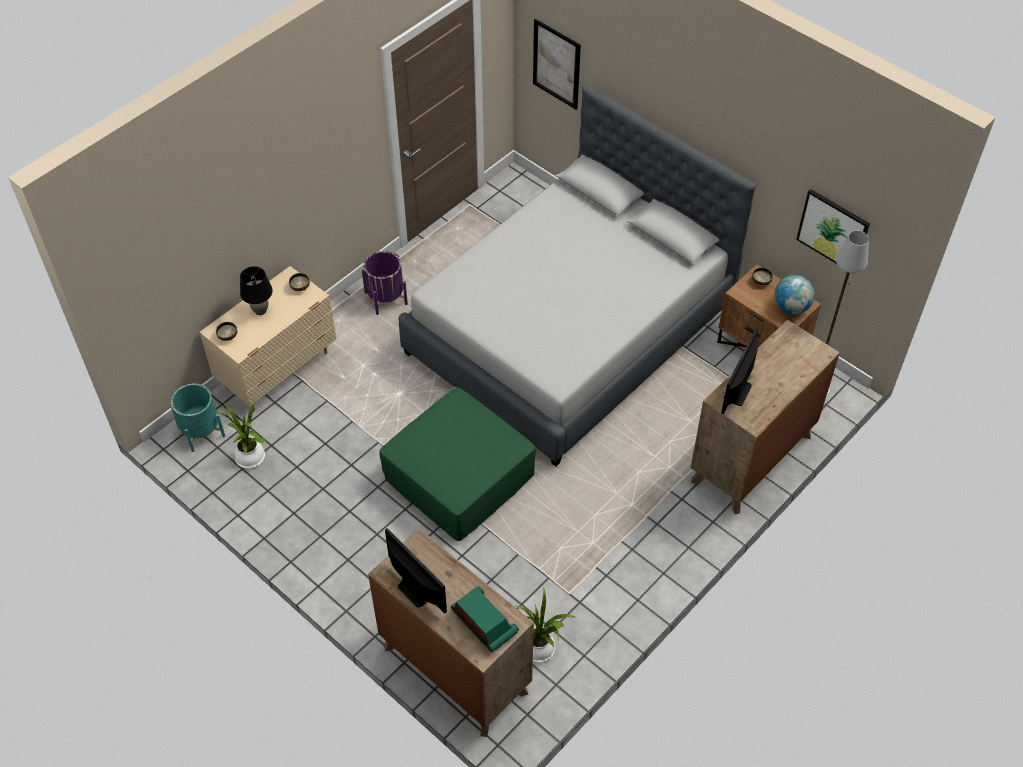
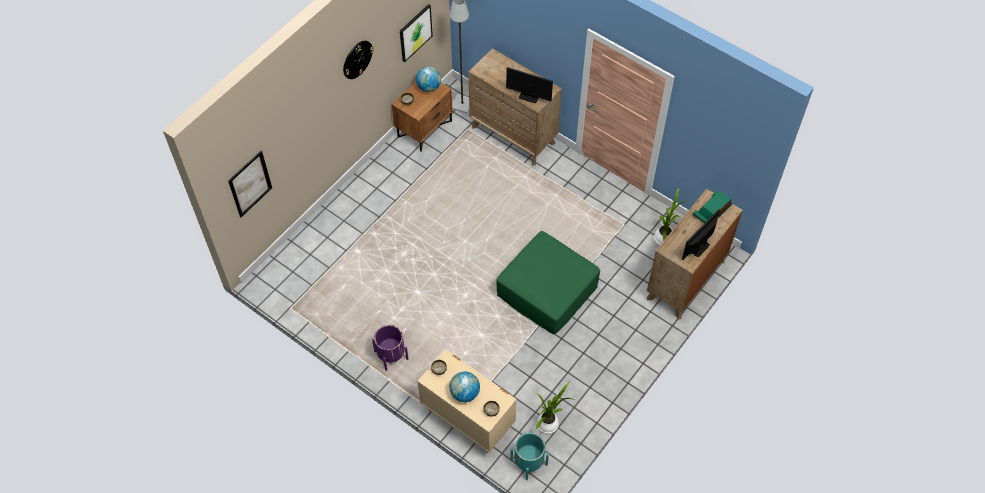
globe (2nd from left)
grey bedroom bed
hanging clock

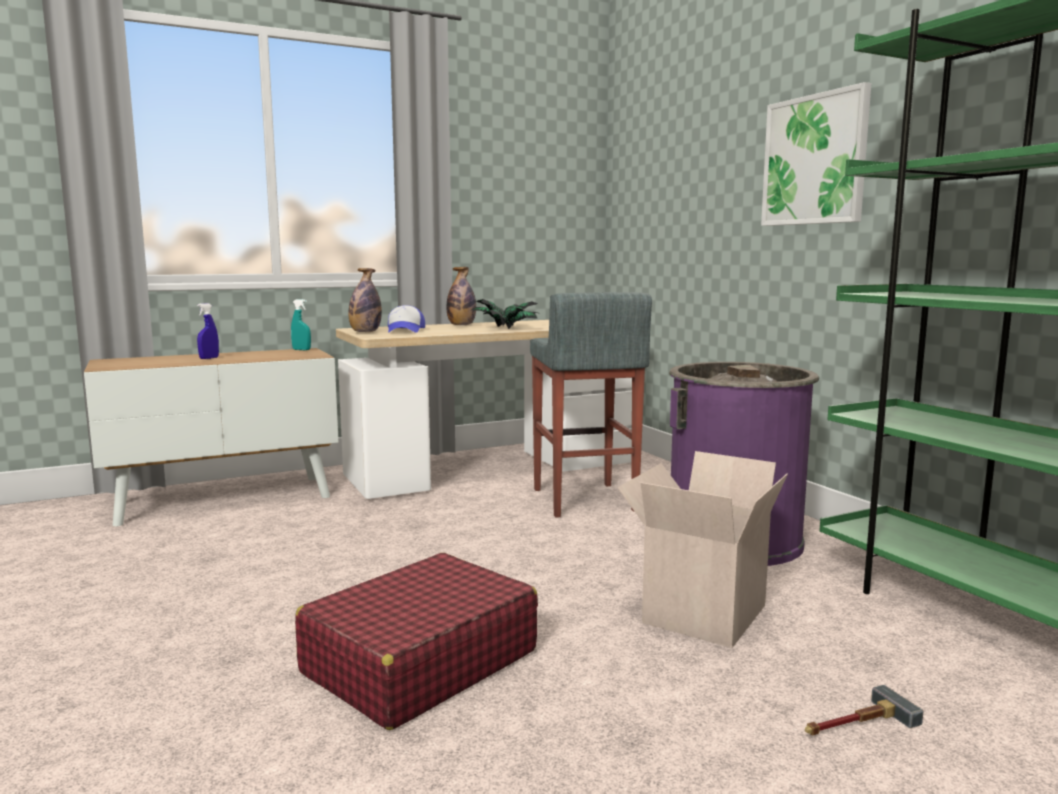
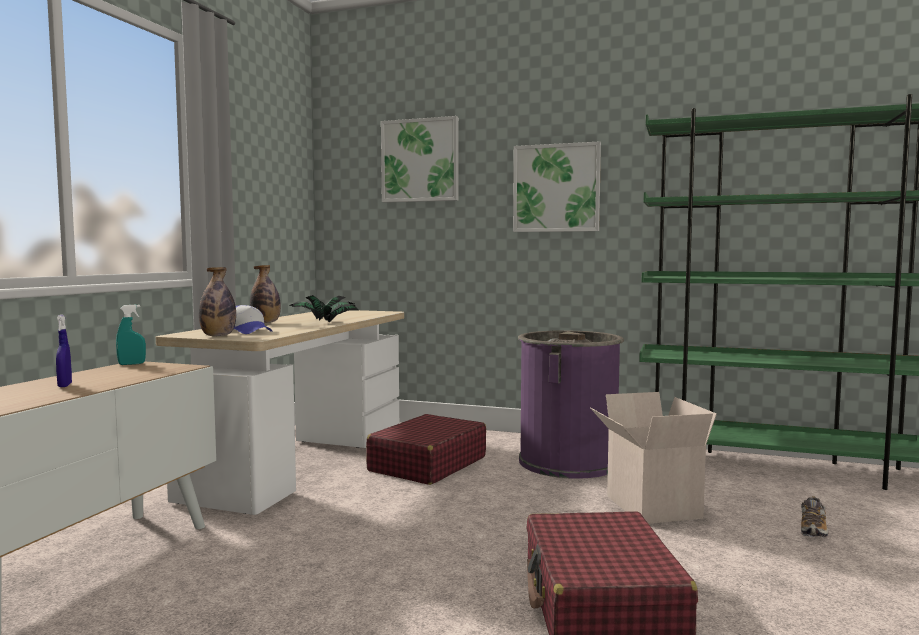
red piece of luggage (1st from left)
low shoe
wall picture (1st from left)

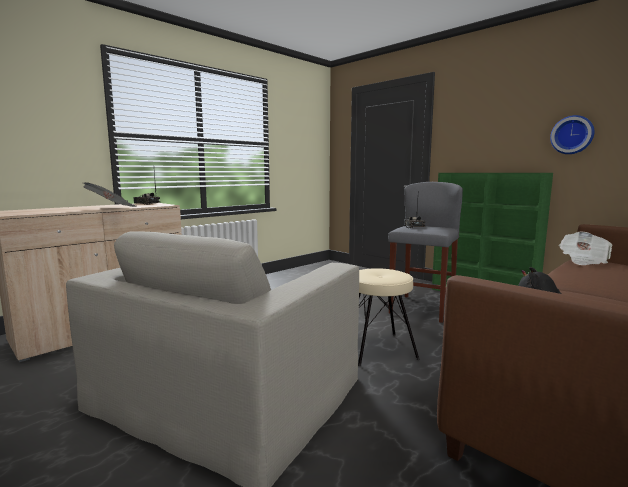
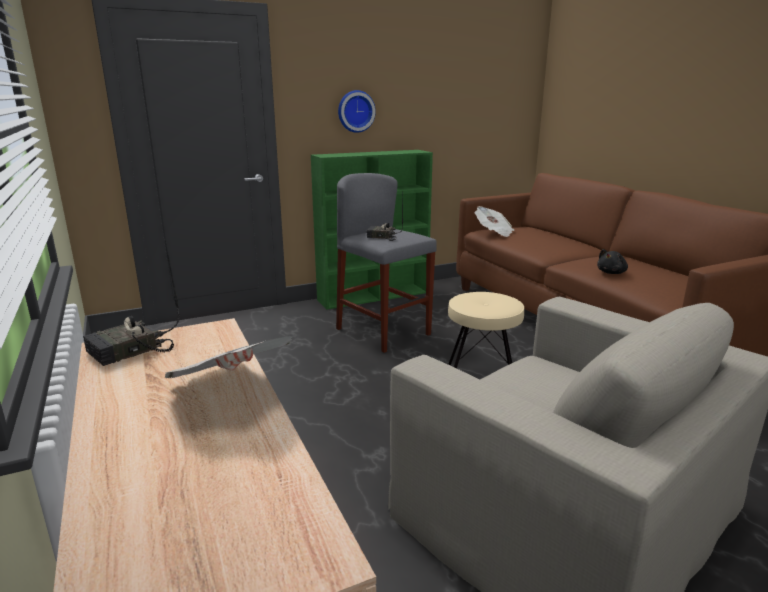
hanging clock

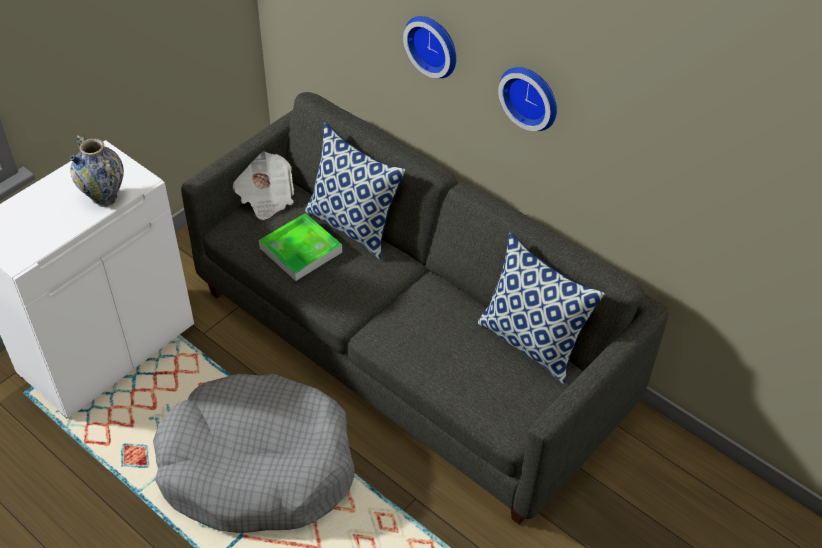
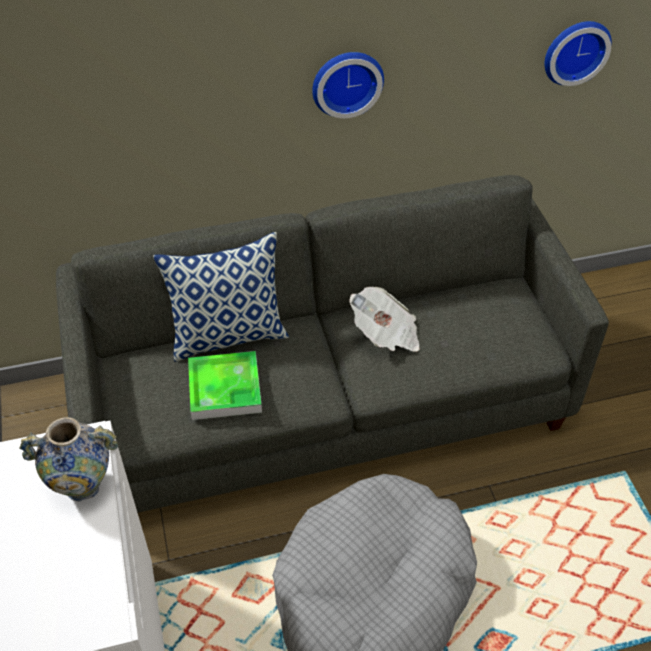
newspaper
hanging clock (2nd from left)
pillow (2nd from left in the first image)

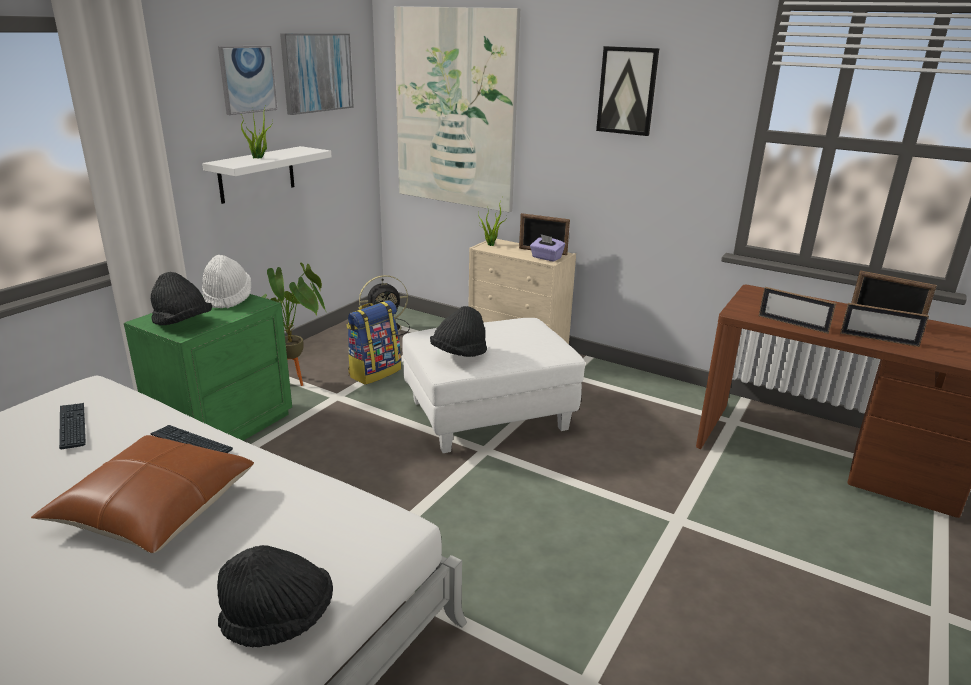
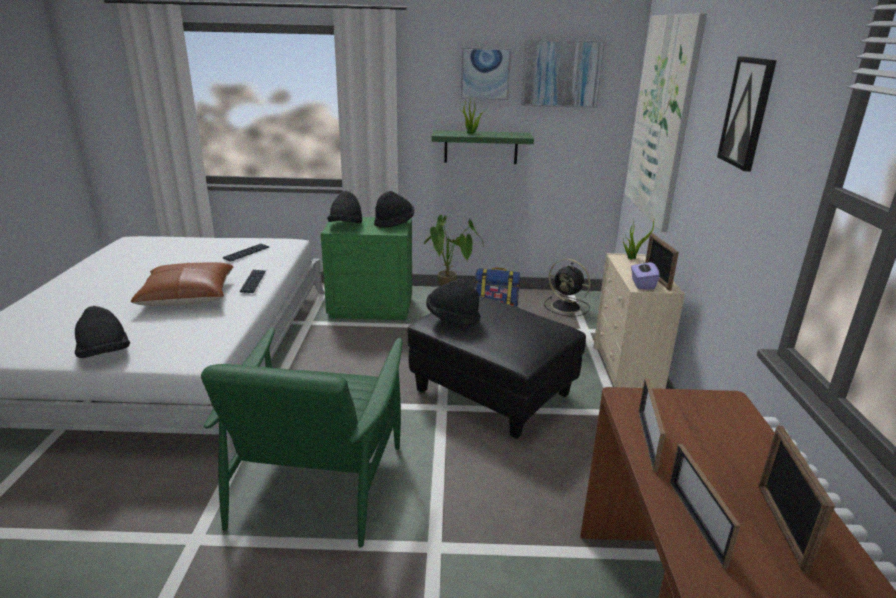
greenish wall shelf
black-coloured wearable hat (3rd from left)
black-coloured ottoman
greenish armchair

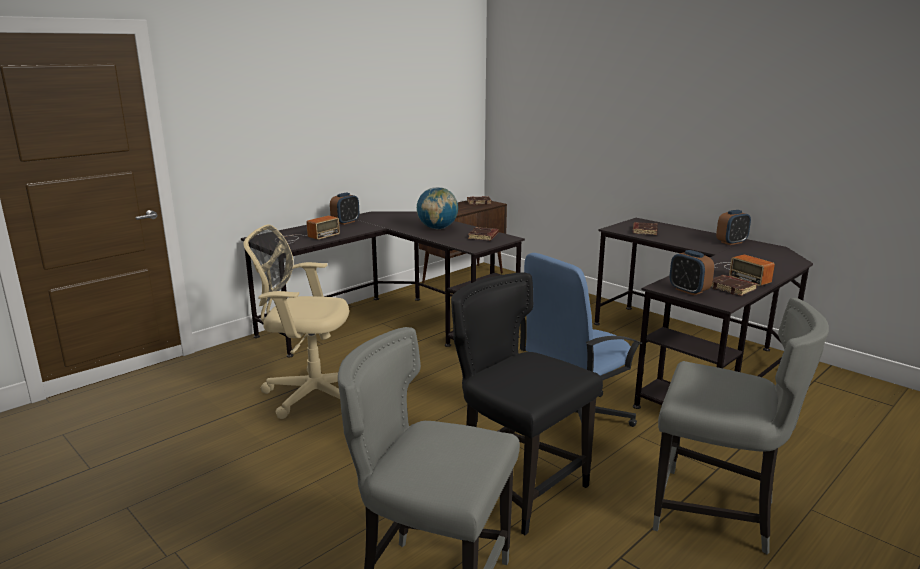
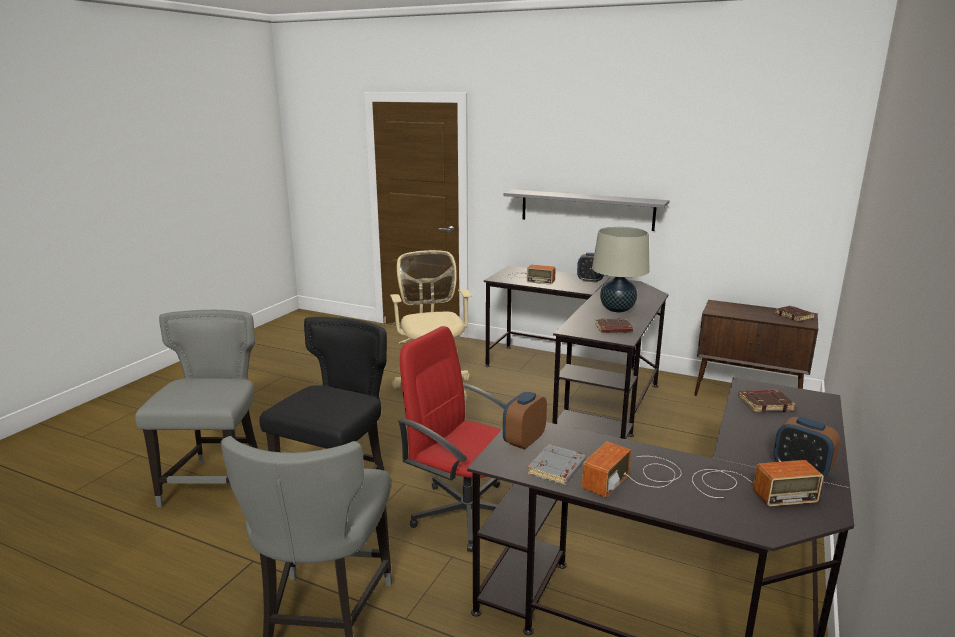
beige-coloured table lamp
red desk chair
grey bound book
grey wall shelf
radio (3rd from left)

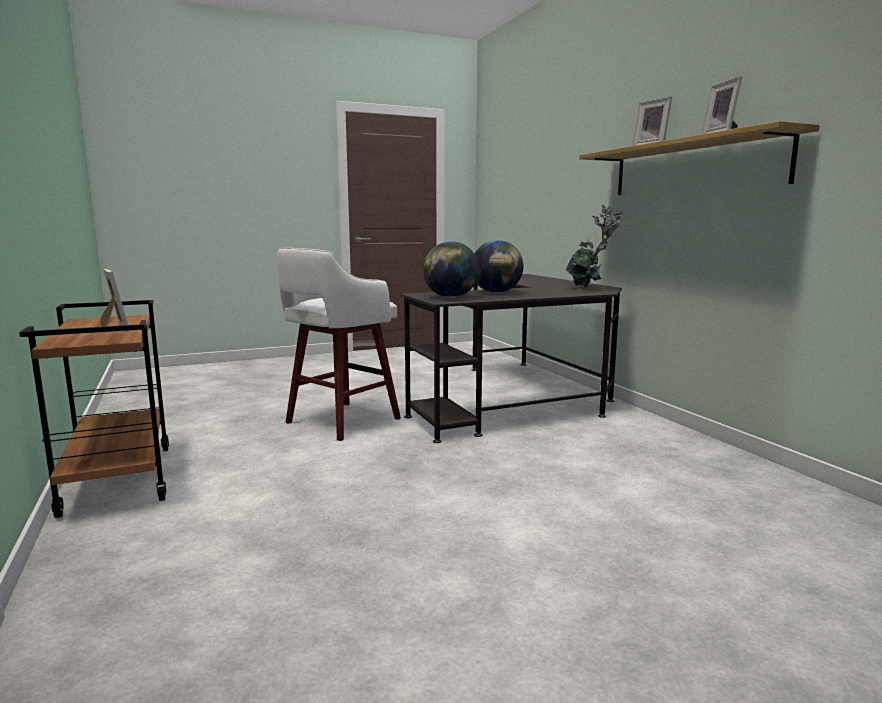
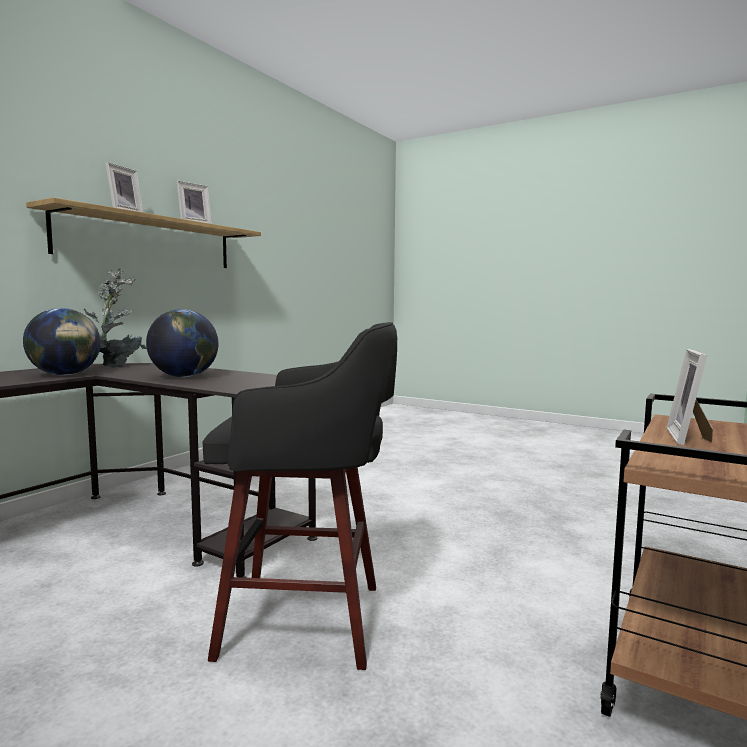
black-coloured stool
globe (1st from left)

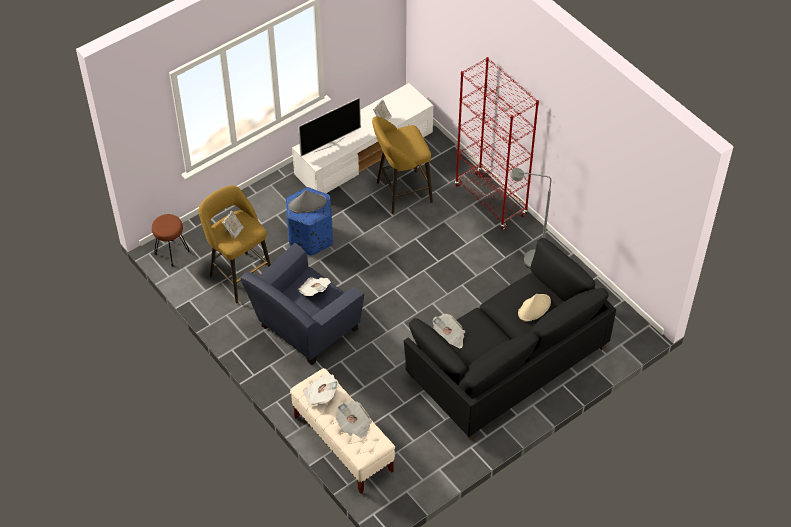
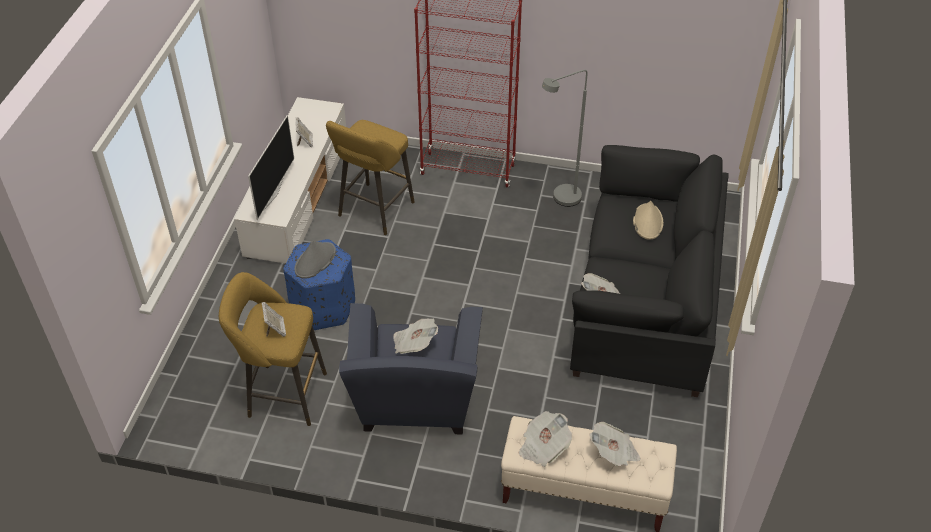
brownish stool

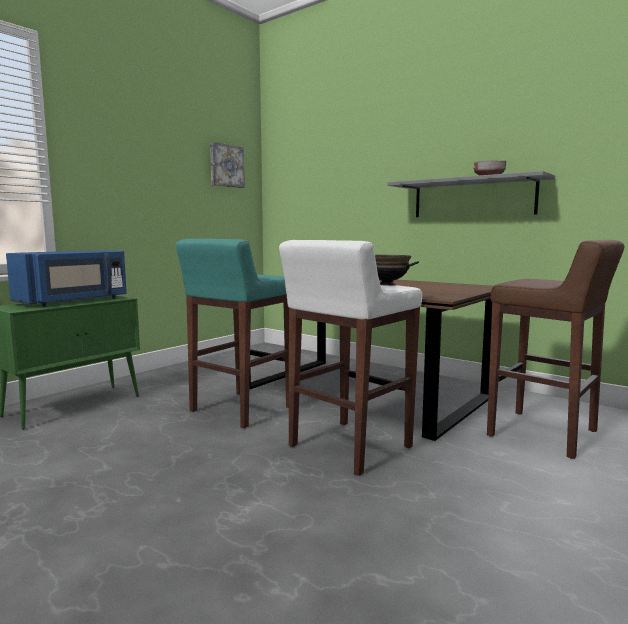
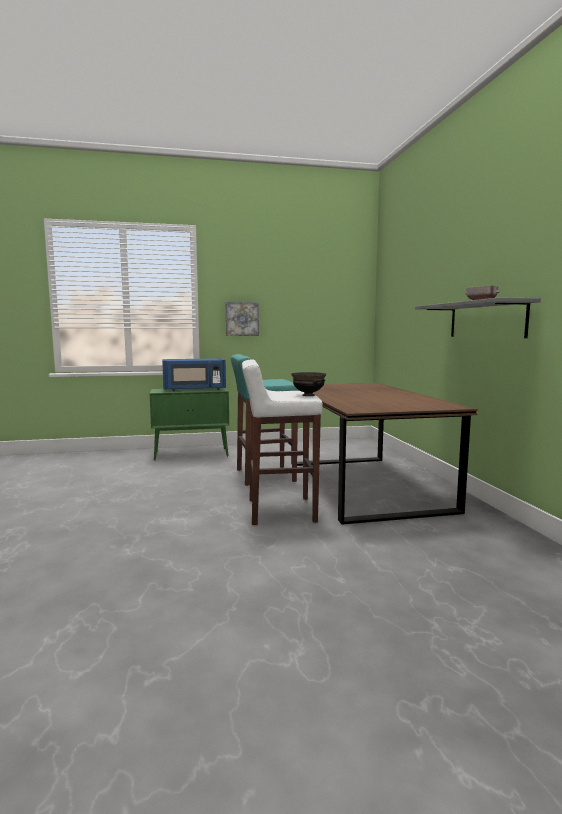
wall picture
brownish stool

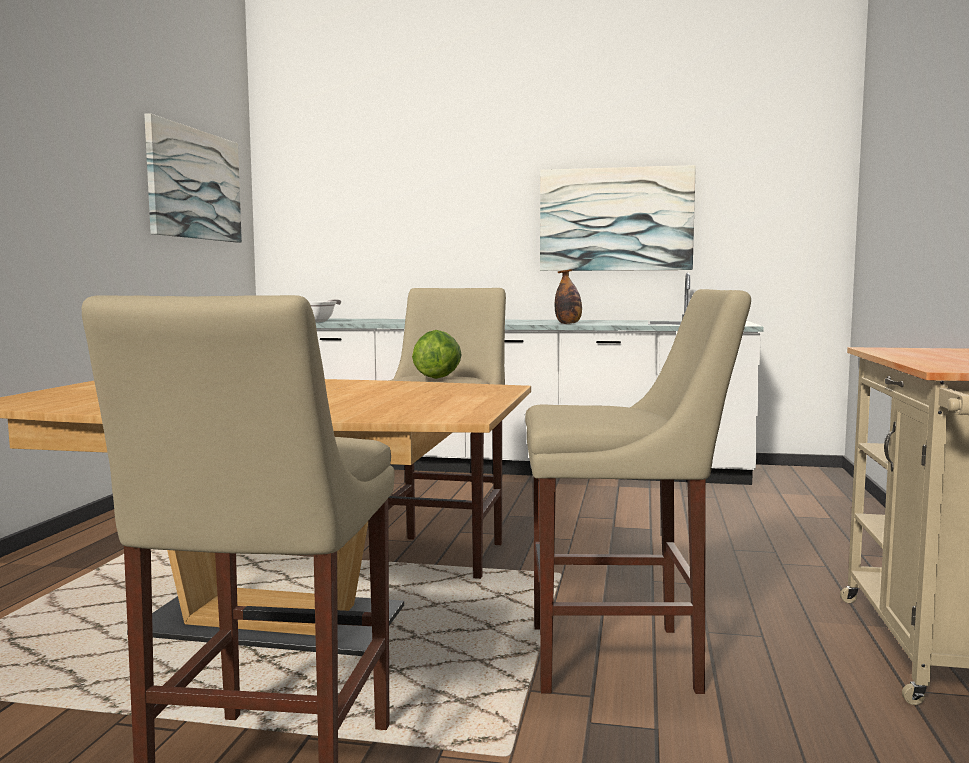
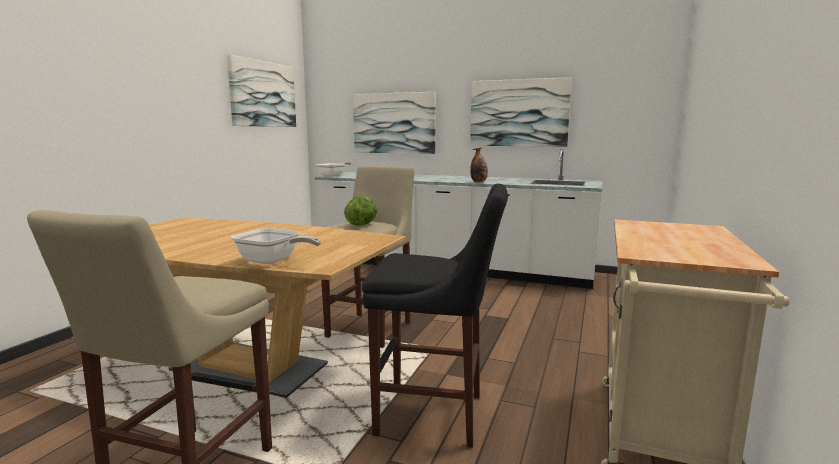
black-coloured stool
skillet (1st from left)
wall picture (2nd from left)

